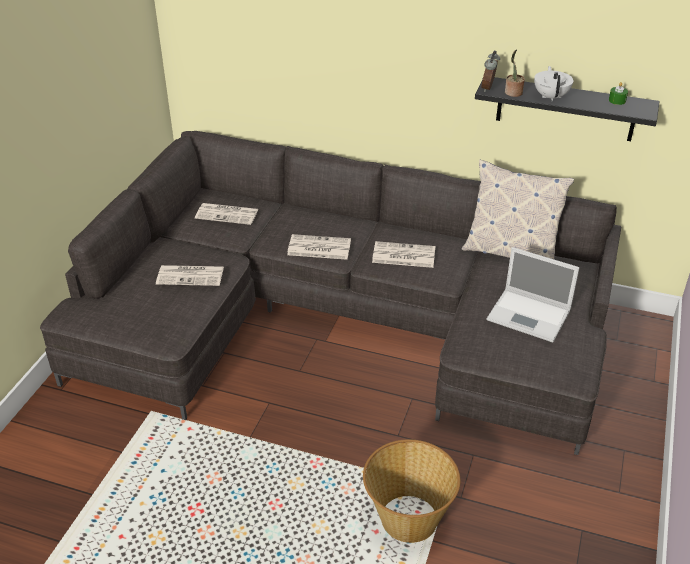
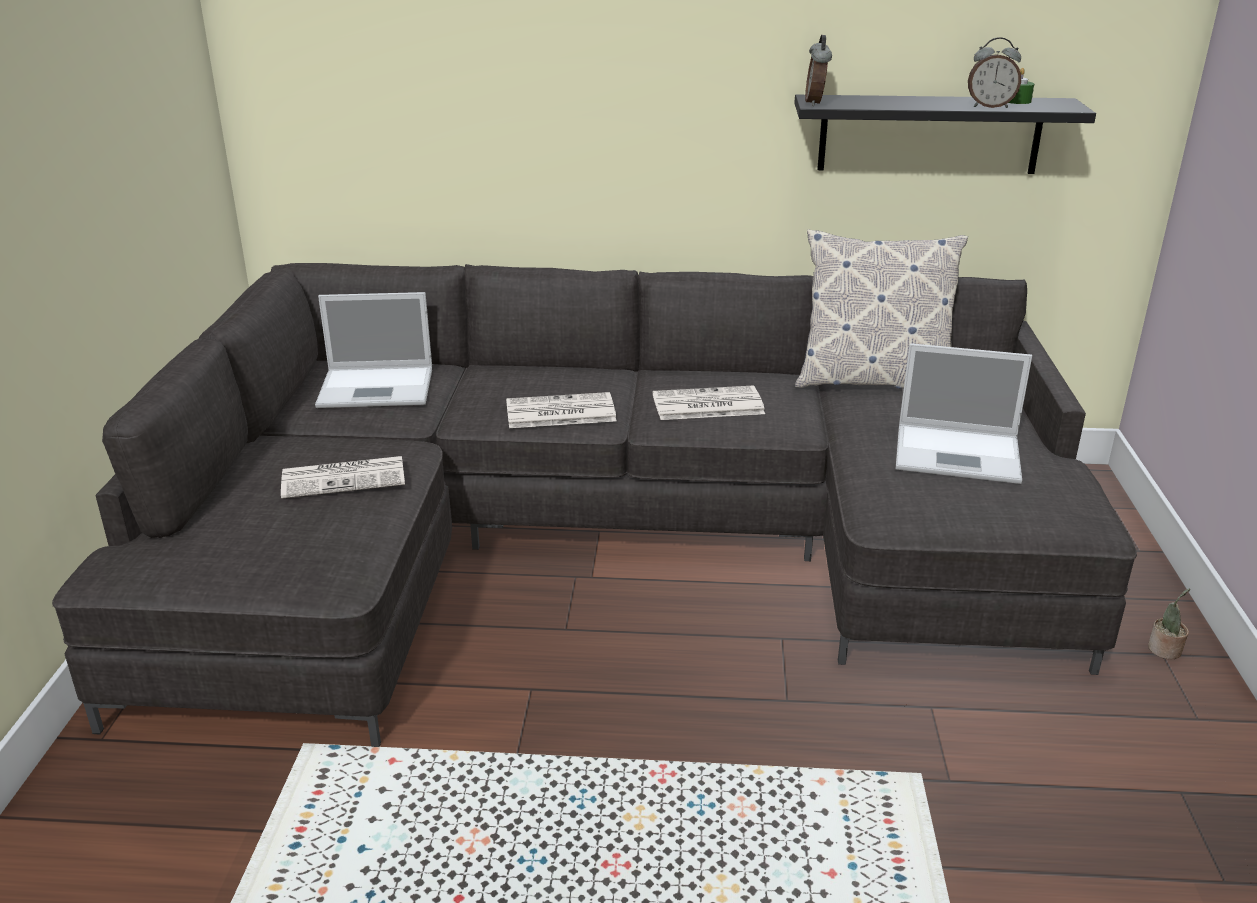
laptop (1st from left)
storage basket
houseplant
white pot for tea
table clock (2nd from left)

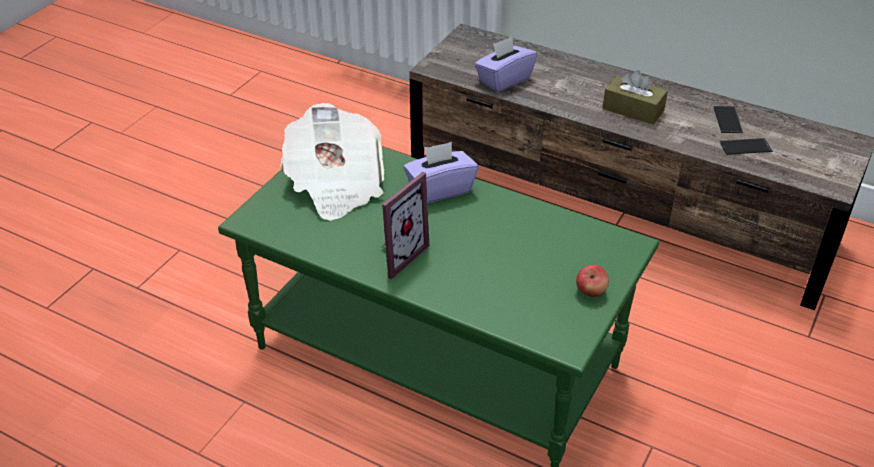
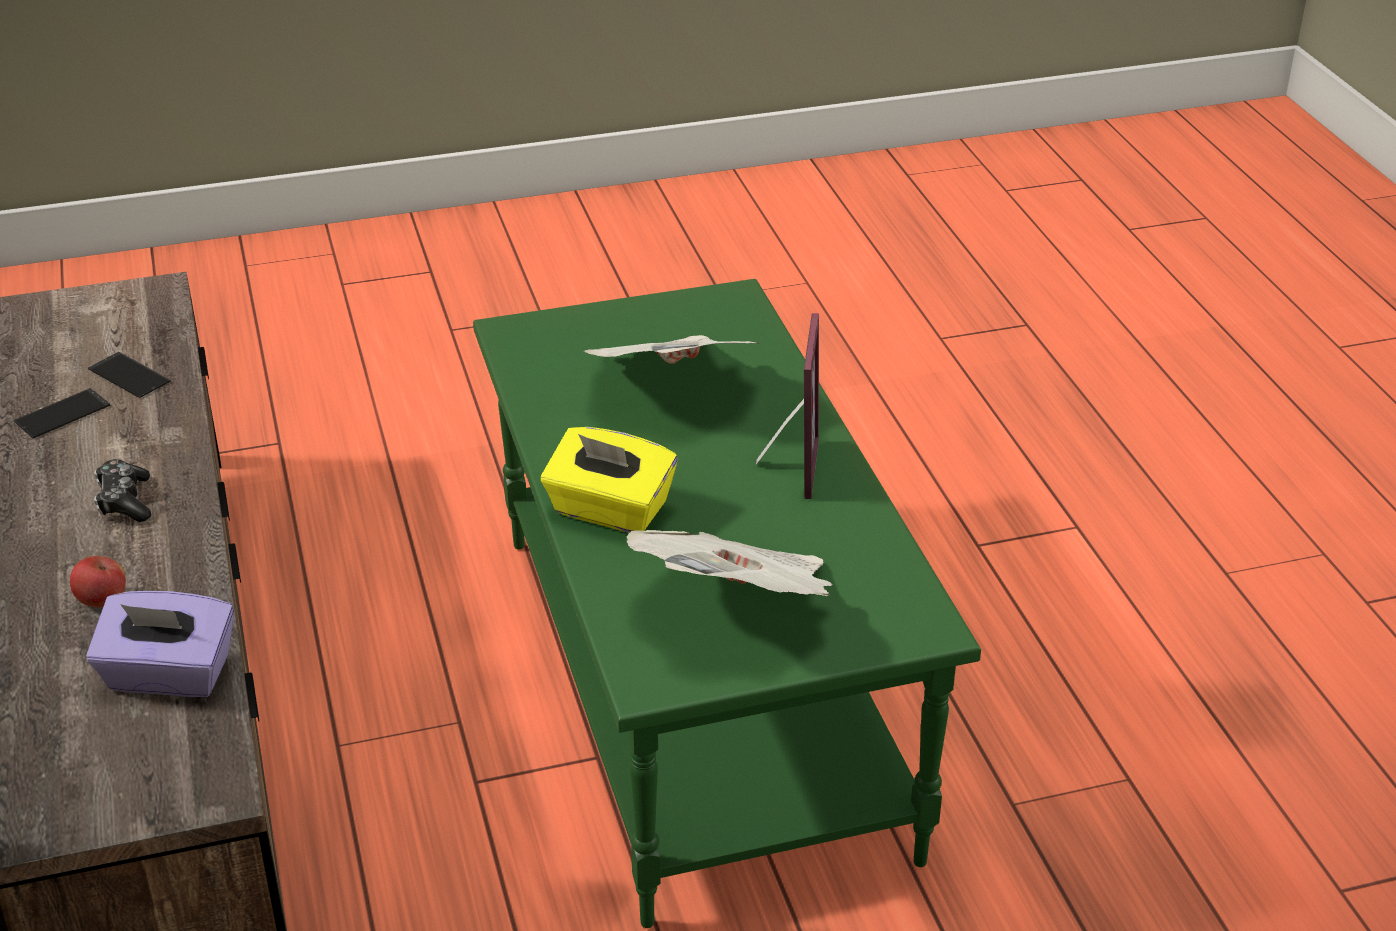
standing frame
yellowish box of tissues
whole apple
joypad
newspaper (1st from left)

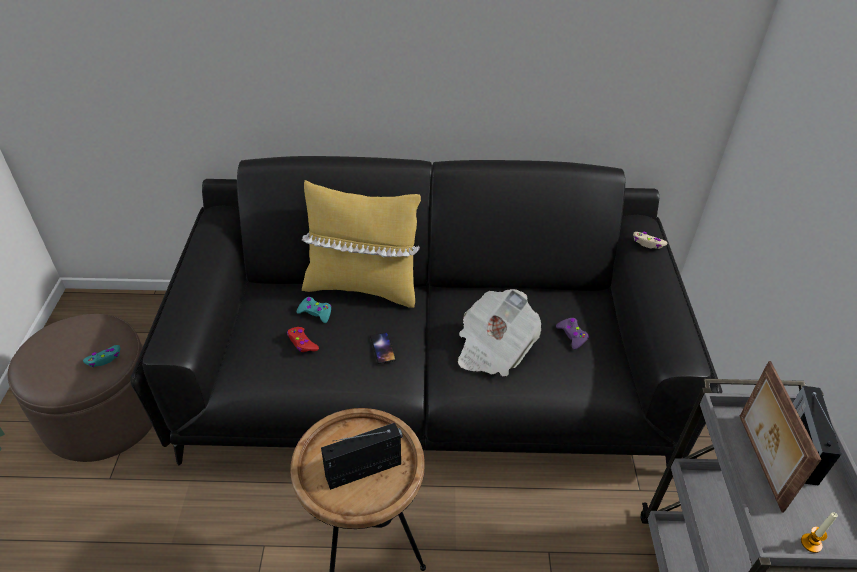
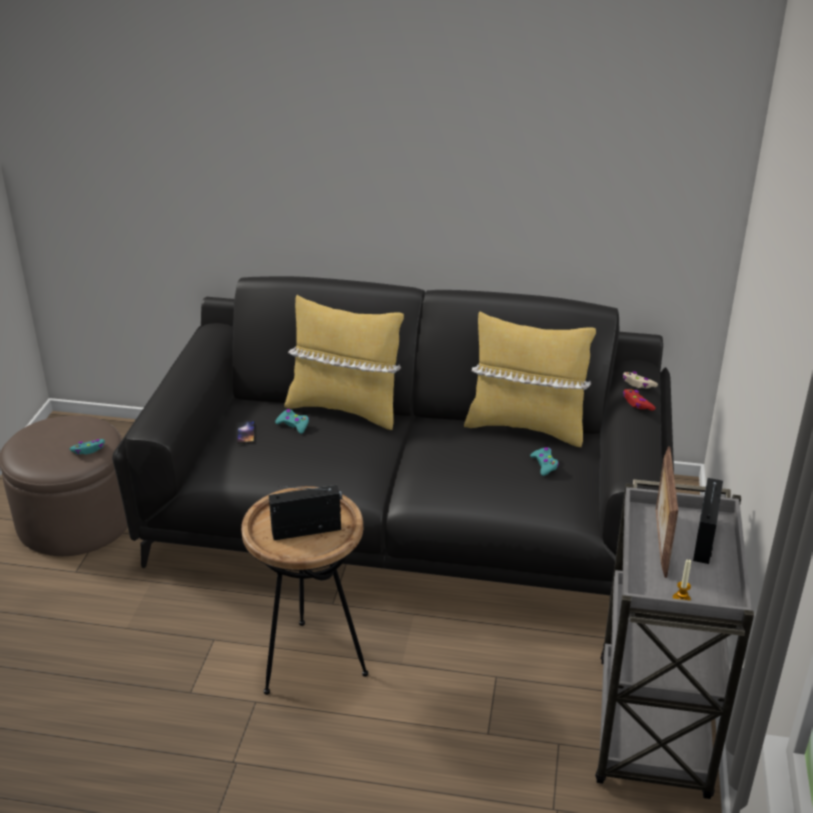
red joypad
handset
newspaper
turquoise-coloured joypad (3rd from left)
yellowish pillow (2nd from left)

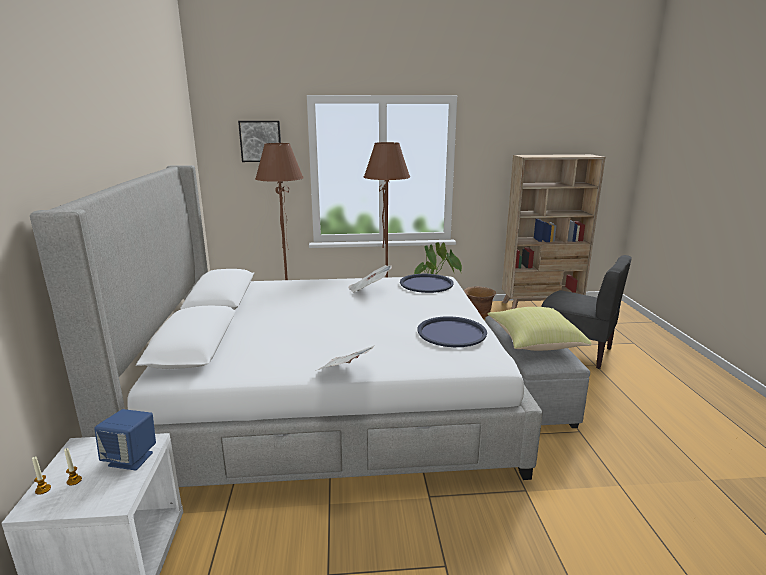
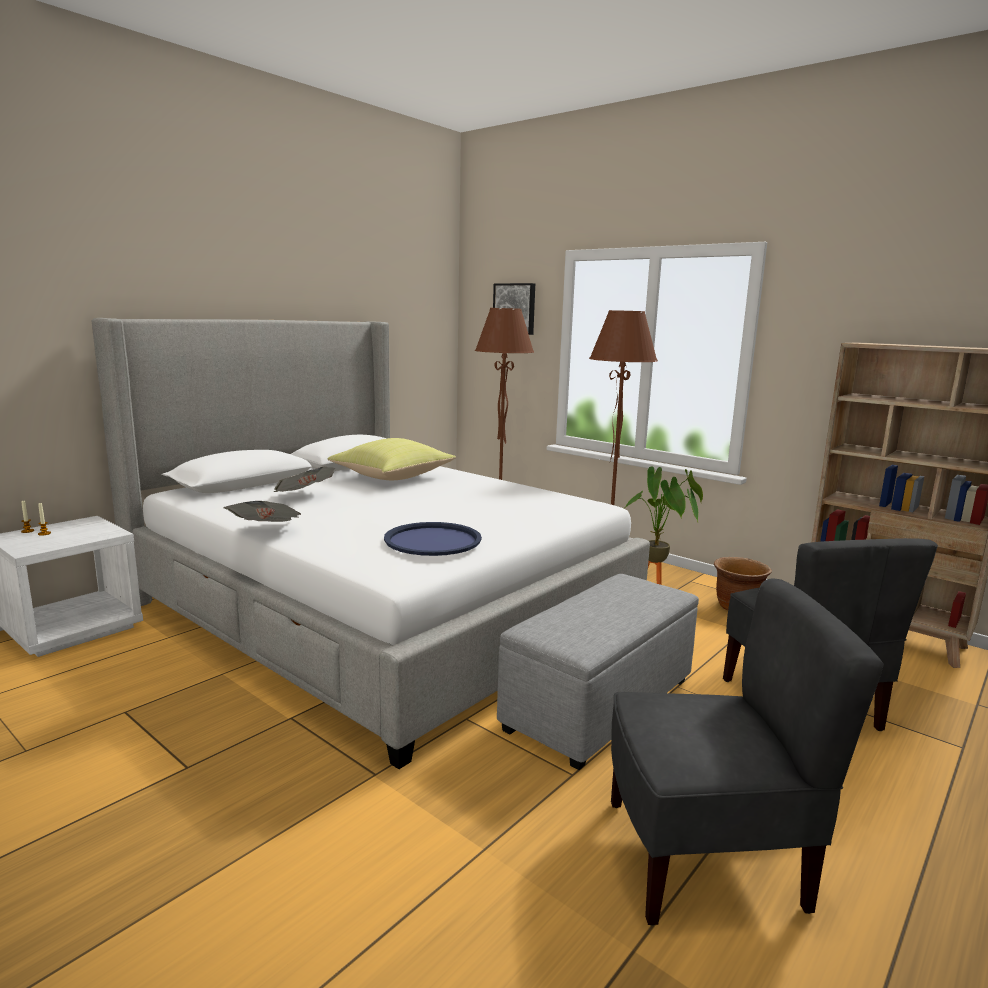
blue-coloured audio speaker
newspaper (2nd from left)
blue-coloured carrying tray (1st from left in the first image)
yellowish pillow
grey plain chair (1st from left)

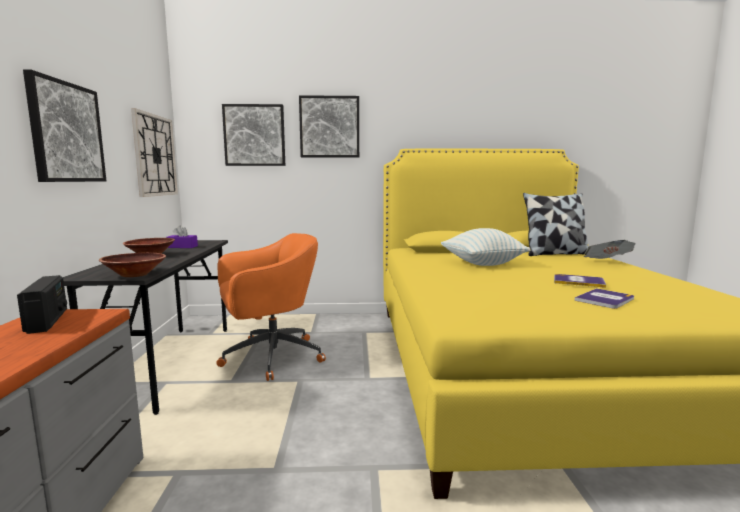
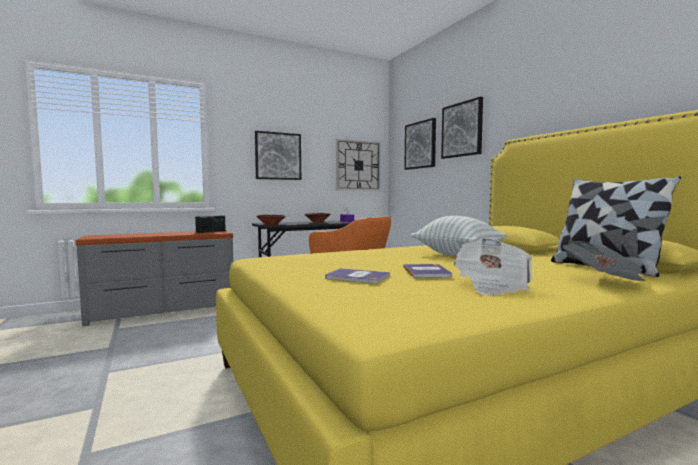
newspaper (1st from left)

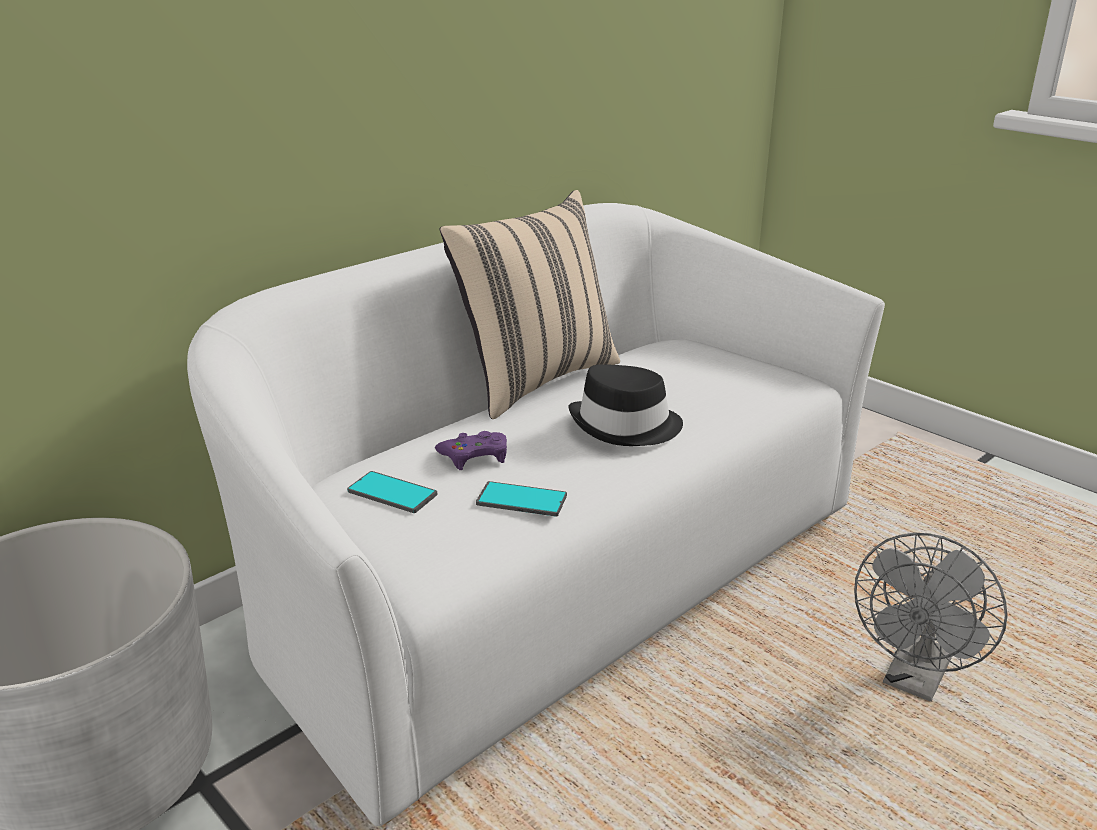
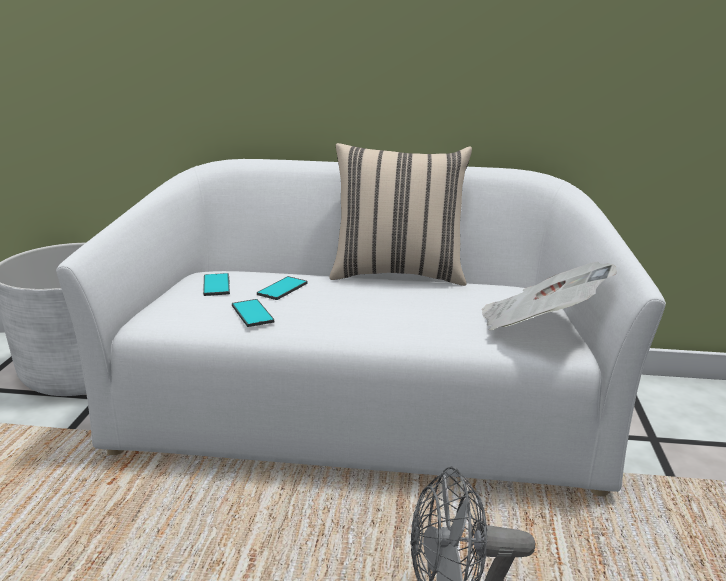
handset (3rd from left)
black-coloured wearable hat
newspaper

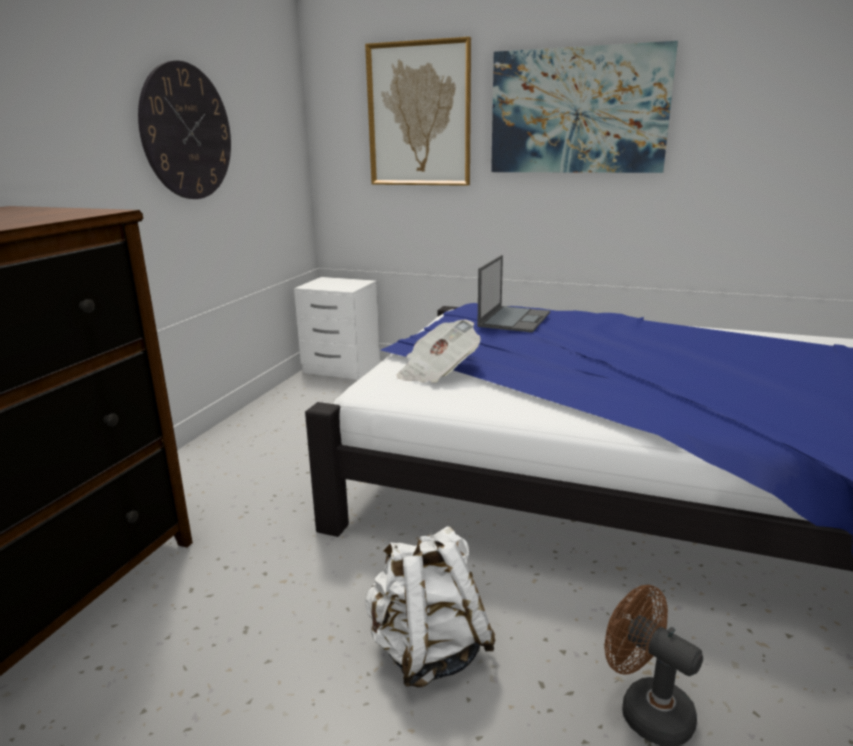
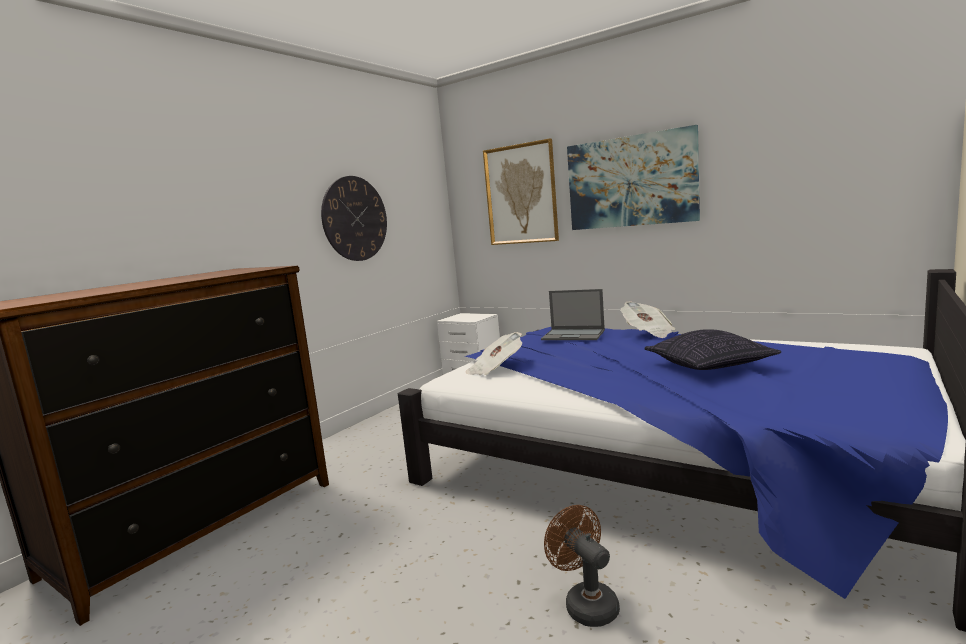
white knapsack
laptop
newspaper (2nd from left)
pillow

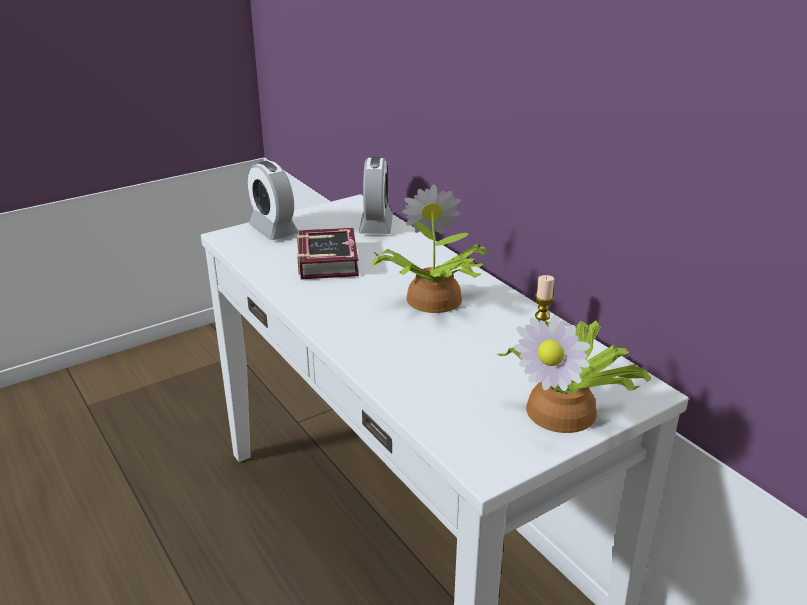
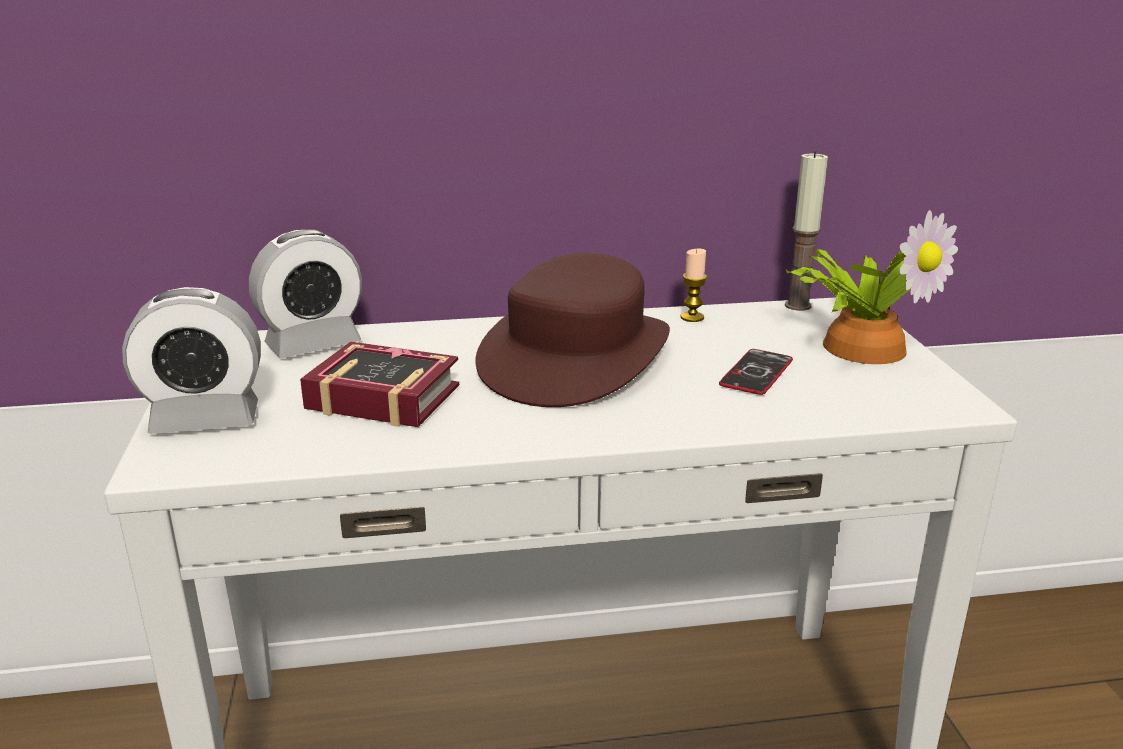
table clock (2nd from left)
brownish wearable hat
handset
candle (2nd from left)

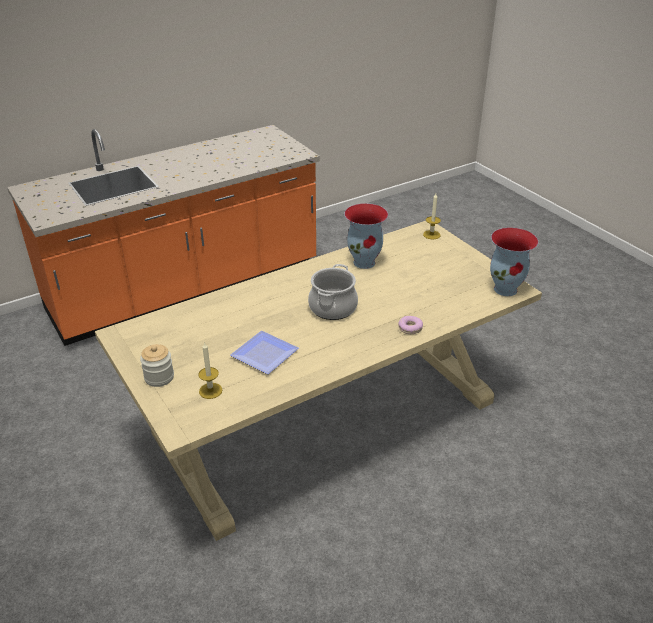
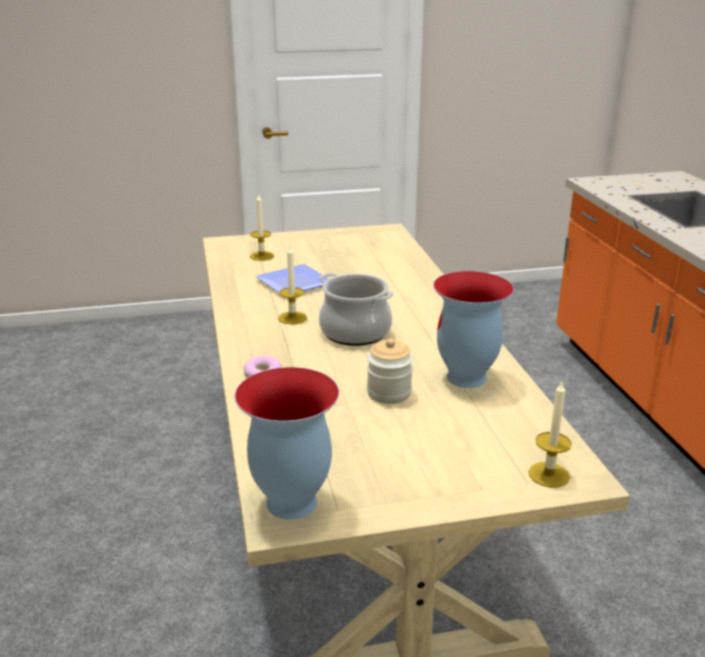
preserve jar
candle (2nd from left)

